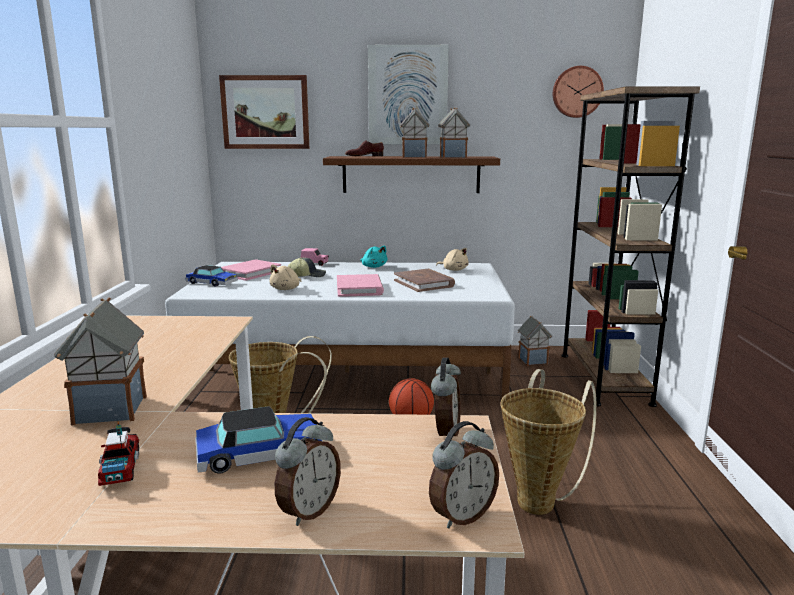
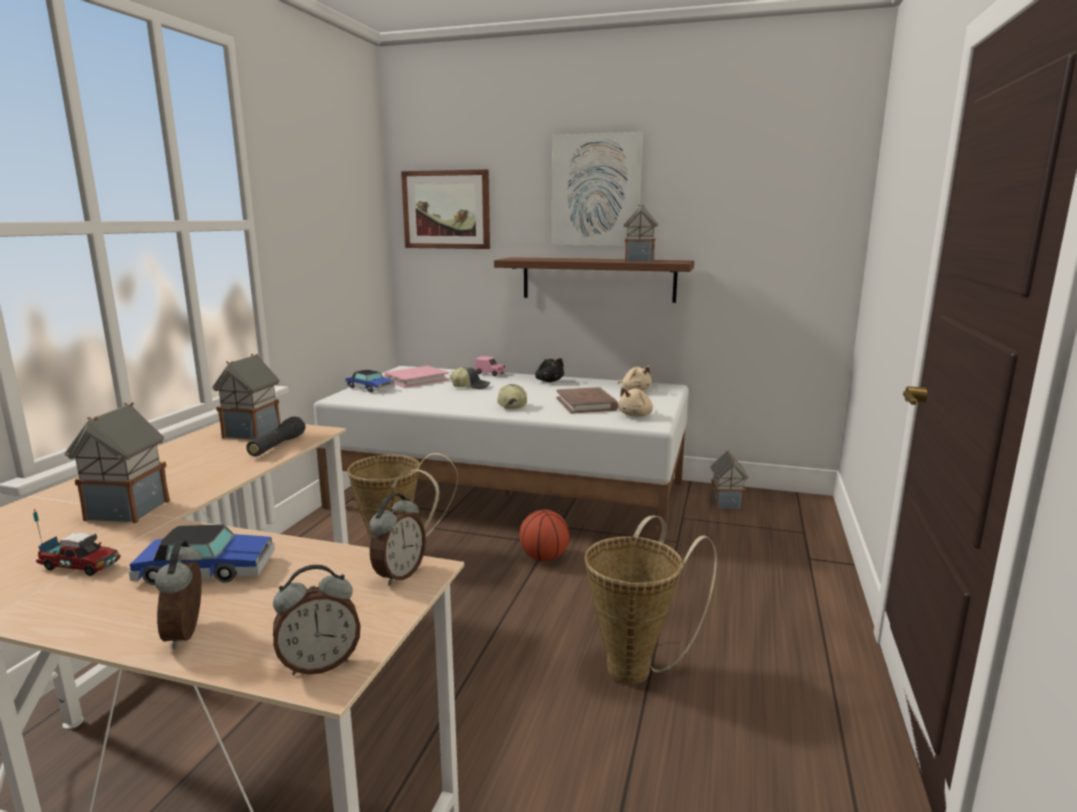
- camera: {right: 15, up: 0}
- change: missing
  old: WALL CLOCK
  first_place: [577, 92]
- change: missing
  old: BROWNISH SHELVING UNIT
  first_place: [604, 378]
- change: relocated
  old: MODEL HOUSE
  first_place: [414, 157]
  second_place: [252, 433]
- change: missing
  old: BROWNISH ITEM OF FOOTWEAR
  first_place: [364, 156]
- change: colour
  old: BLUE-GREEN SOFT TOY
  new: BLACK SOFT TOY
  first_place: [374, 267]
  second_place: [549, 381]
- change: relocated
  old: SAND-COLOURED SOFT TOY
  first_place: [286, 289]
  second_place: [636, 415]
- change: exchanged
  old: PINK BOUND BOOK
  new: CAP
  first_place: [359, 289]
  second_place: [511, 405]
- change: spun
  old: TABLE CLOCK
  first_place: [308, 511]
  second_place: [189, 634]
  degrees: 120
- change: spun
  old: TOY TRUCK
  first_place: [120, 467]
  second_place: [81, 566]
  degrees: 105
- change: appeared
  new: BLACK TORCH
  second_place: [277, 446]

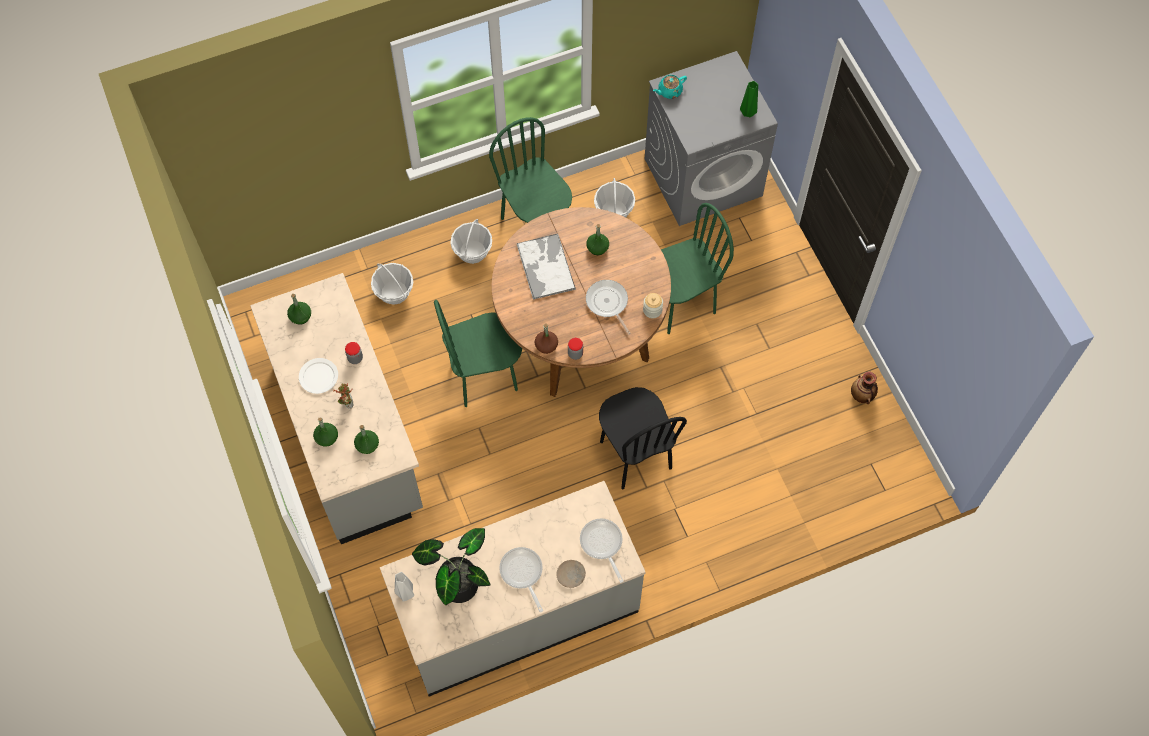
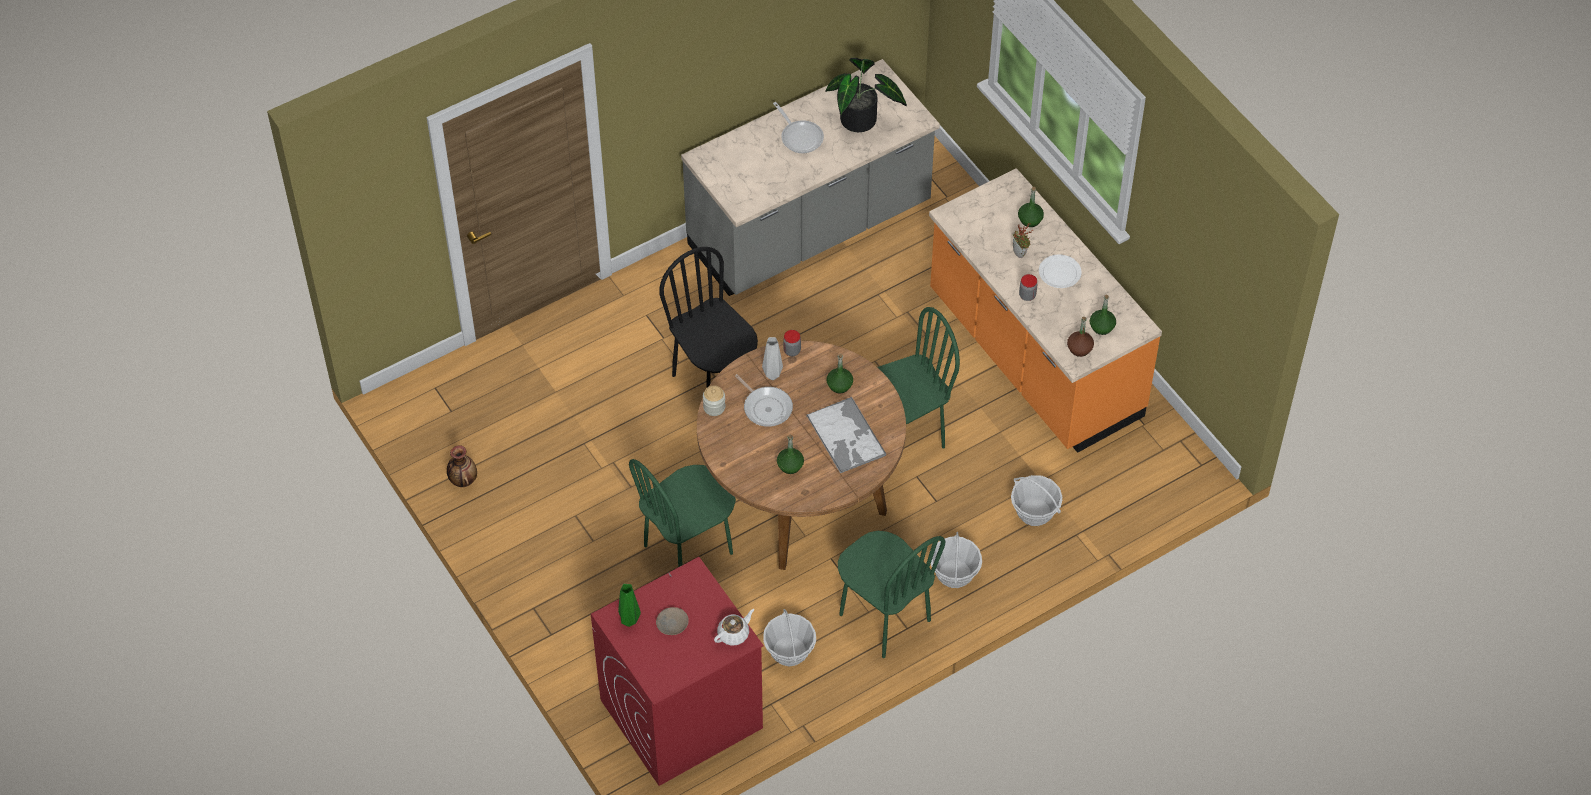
- camera: {right: 170, up: -10}
- change: colour
  old: GREYISH LAUNDRY MACHINE
  new: RED LAUNDRY MACHINE
  first_place: [703, 176]
  second_place: [680, 715]
- change: colour
  old: BLUE-GREEN POT FOR TEA
  new: WHITE-COLOURED POT FOR TEA
  first_place: [669, 91]
  second_place: [734, 634]
- change: colour
  old: GREYISH KITCHEN COUNTER
  new: ORANGEY KITCHEN COUNTER
  first_place: [350, 435]
  second_place: [1033, 356]
- change: relocated
  old: BROWNISH BEVERAGE BOTTLE
  first_place: [546, 346]
  second_place: [1079, 348]
- change: relocated
  old: GREEN BEVERAGE BOTTLE
  first_place: [367, 445]
  second_place: [839, 385]
- change: missing
  old: SKILLET
  first_place: [602, 544]
- change: relocated
  old: SAND-COLOURED PLATE
  first_place: [571, 575]
  second_place: [672, 624]
- change: relocated
  old: GREYISH FLOWER VASE
  first_place: [405, 595]
  second_place: [772, 374]

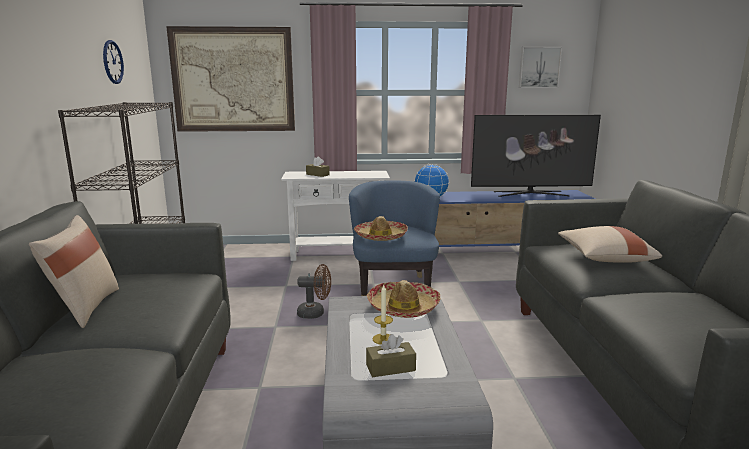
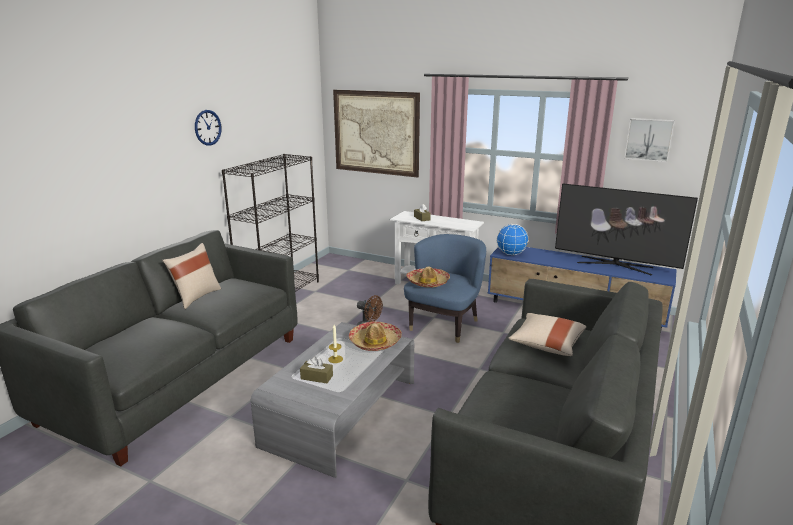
- camera: {right: 30, up: 5}
- change: relocated
  old: WALL CLOCK
  first_place: [112, 62]
  second_place: [207, 127]

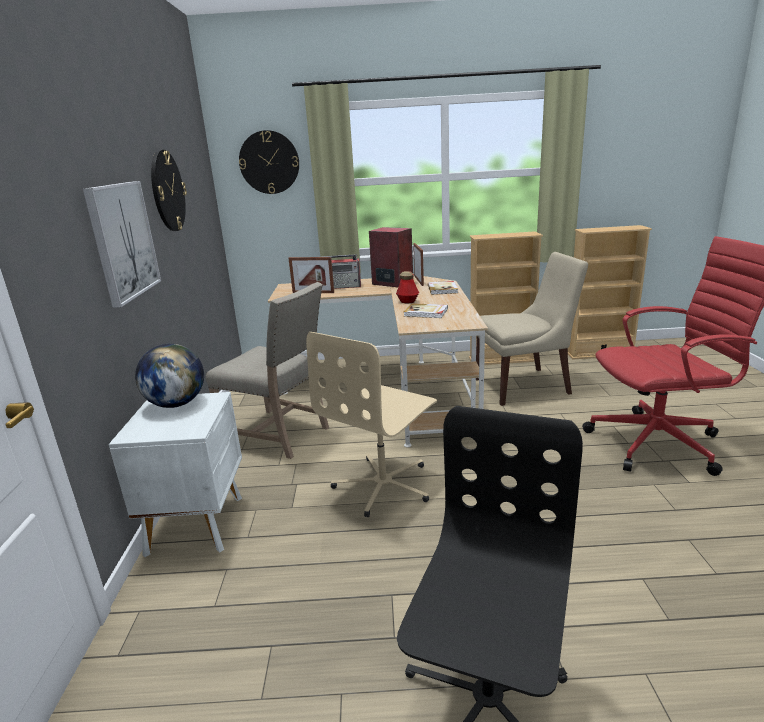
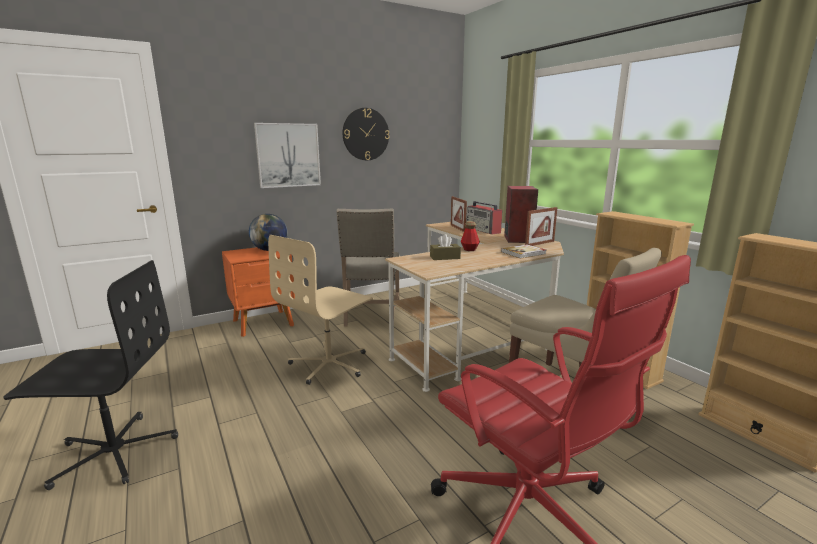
- camera: {right: 60, up: -5}
- change: missing
  old: WALL CLOCK
  first_place: [269, 162]
- change: exchanged
  old: BOUND BOOK
  new: BROWNISH TISSUE HOLDER
  first_place: [426, 312]
  second_place: [445, 257]
- change: spun
  old: SAND-COLOURED DESK CHAIR
  first_place: [384, 485]
  second_place: [330, 364]
  degrees: -60
- change: colour
  old: WHITE-COLOURED NIGHT TABLE
  new: ORANGEY NIGHT TABLE
  first_place: [198, 524]
  second_place: [264, 323]

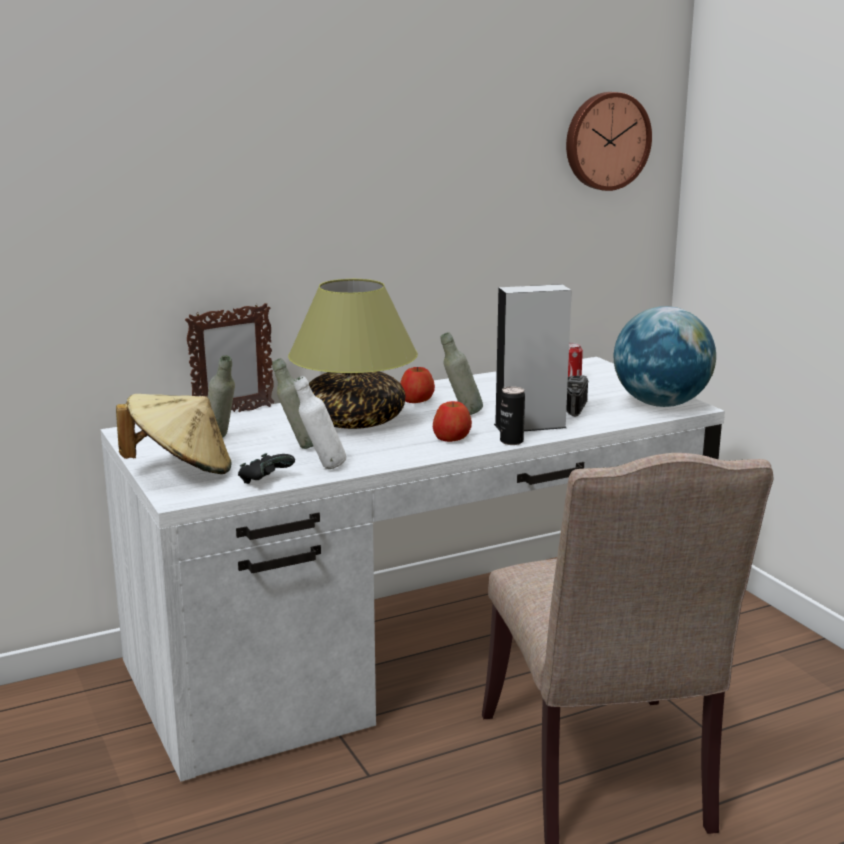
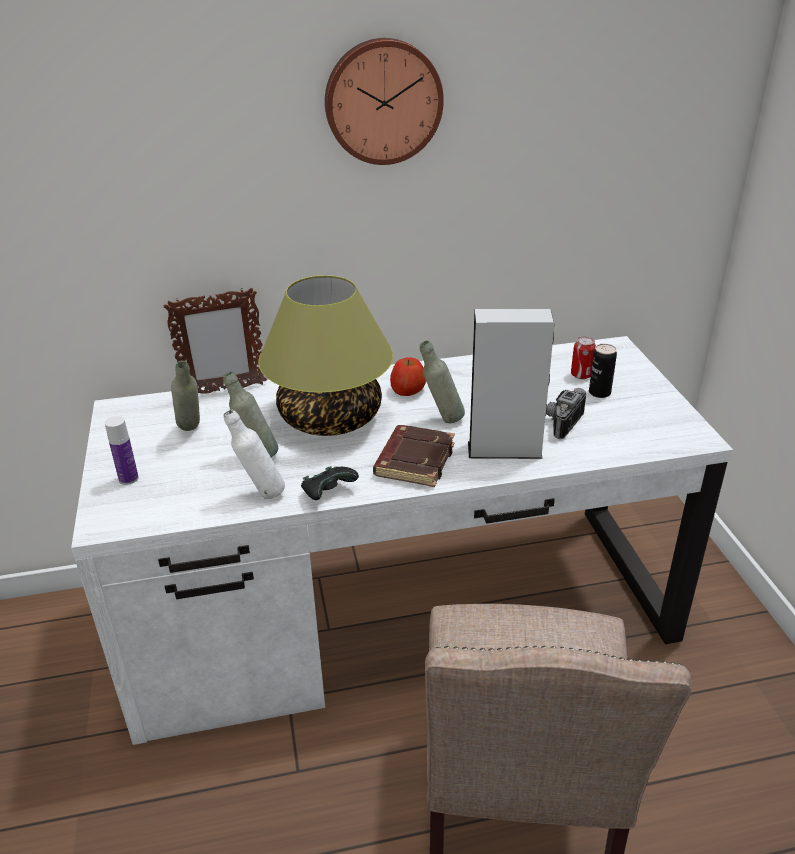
- camera: {right: 15, up: 15}
- change: relocated
  old: WALL CLOCK
  first_place: [606, 141]
  second_place: [383, 101]
- change: missing
  old: DESK GLOBE
  first_place: [661, 404]
- change: relocated
  old: CAN
  first_place: [511, 441]
  second_place: [599, 393]
- change: exchanged
  old: SAND-COLOURED CLOTHING HAT
  new: BEVERAGE BOTTLE
  first_place: [181, 470]
  second_place: [128, 478]
- change: exchanged
  old: APPLE
  new: BROWNISH BOUND BOOK
  first_place: [452, 438]
  second_place: [414, 460]
- change: relocated
  old: BLACK JOYPAD
  first_place: [265, 481]
  second_place: [328, 493]

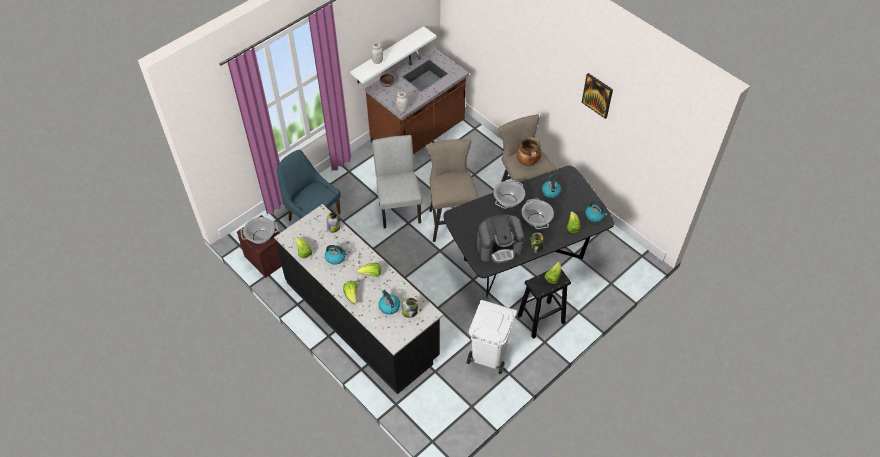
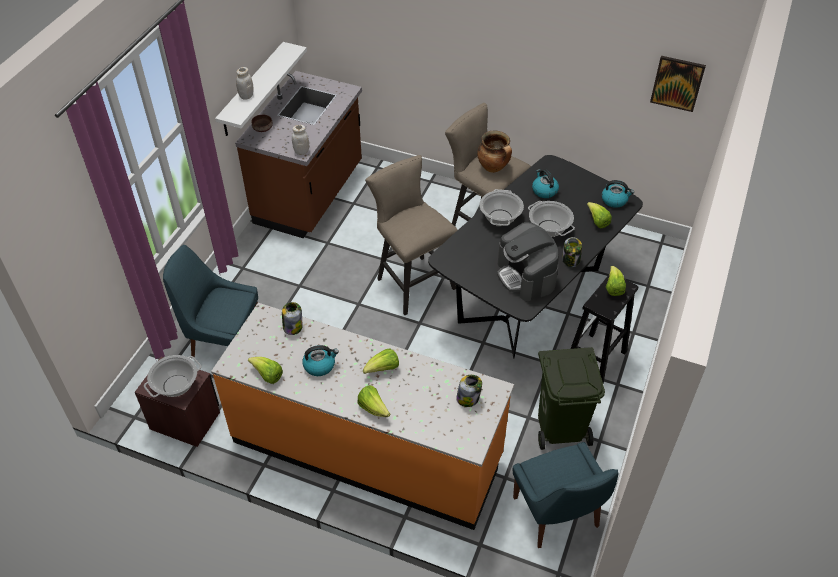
- camera: {right: -25, up: -5}
- change: relocated
  old: WALL PICTURE
  first_place: [597, 95]
  second_place: [677, 83]
- change: missing
  old: GREYISH CHAIR
  first_place: [398, 205]
- change: colour
  old: BLACK KITCHEN COUNTER
  new: ORANGEY KITCHEN COUNTER
  first_place: [362, 319]
  second_place: [367, 449]
- change: spun
  old: COFFEE MAKER
  first_place: [499, 247]
  second_place: [526, 276]
  degrees: 105
- change: missing
  old: TEA KETTLE
  first_place: [389, 306]
- change: colour
  old: WHITE-COLOURED WASTE BIN
  new: GREEN WASTE BIN
  first_place: [490, 354]
  second_place: [561, 427]
- change: appeared
  new: BLUE CHAIR
  second_place: [557, 515]

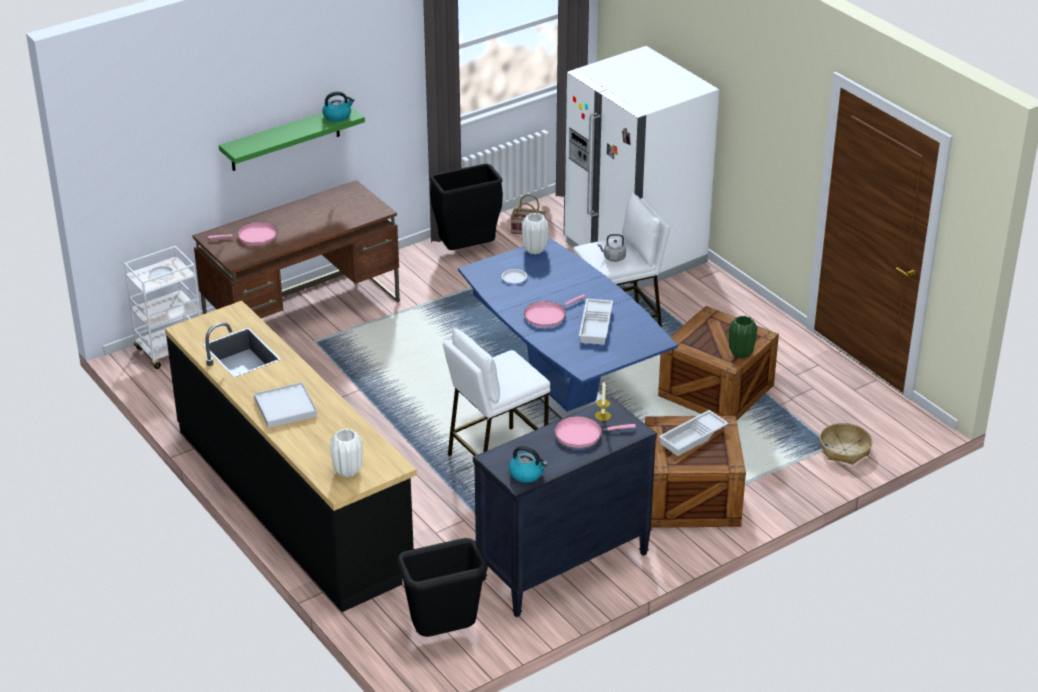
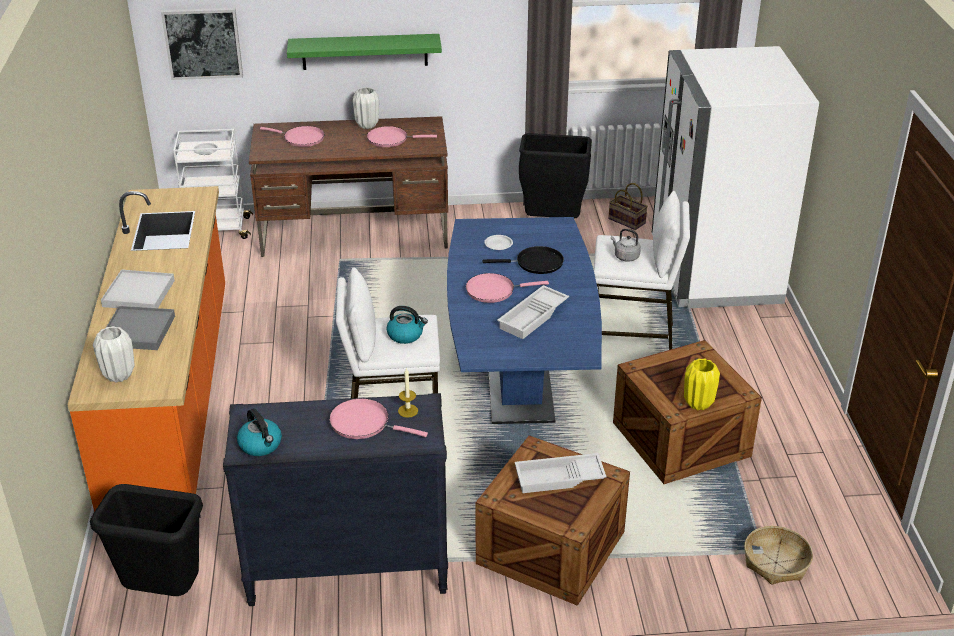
- camera: {right: 30, up: 0}
- change: relocated
  old: TEA KETTLE
  first_place: [337, 116]
  second_place: [406, 335]
- change: relocated
  old: WHITE-COLOURED FLOWER VASE
  first_place: [534, 250]
  second_place: [367, 125]
- change: colour
  old: BLACK KITCHEN COUNTER
  new: ORANGEY KITCHEN COUNTER
  first_place: [293, 501]
  second_place: [173, 398]
- change: colour
  old: GREEN FLOWER VASE
  new: YELLOWISH FLOWER VASE
  first_place: [741, 353]
  second_place: [699, 403]
- change: appeared
  new: WALL PICTURE
  second_place: [203, 43]
- change: appeared
  new: PINK SKILLET
  second_place: [390, 139]
- change: appeared
  new: BLACK SKILLET
  second_place: [536, 263]
- change: appeared
  new: GREYISH CARRYING TRAY
  second_place: [138, 331]

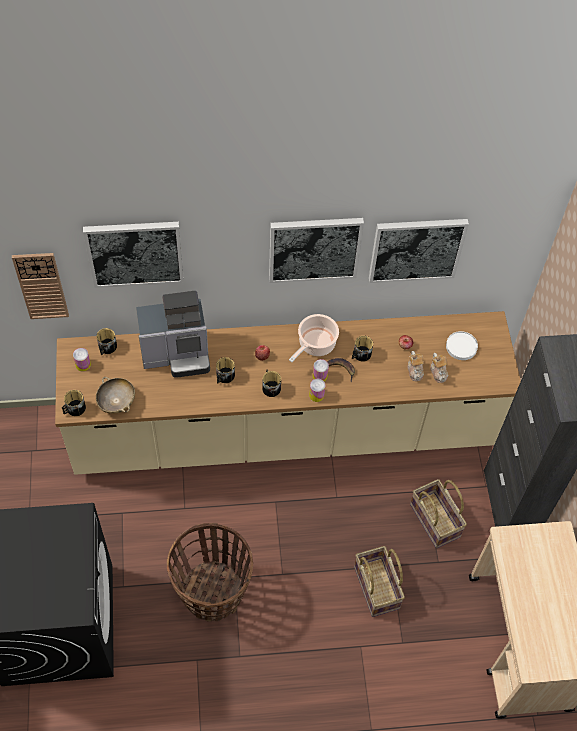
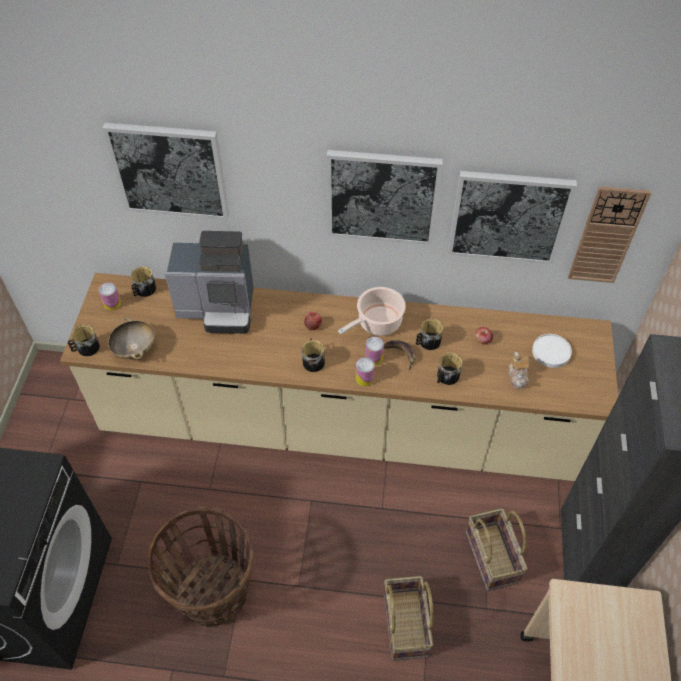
- camera: {right: 15, up: -5}
- change: relocated
  old: WALL CLOCK
  first_place: [41, 286]
  second_place: [606, 236]
- change: missing
  old: POT FOR TEA
  first_place: [415, 371]
- change: relocated
  old: TEA MUG
  first_place: [224, 377]
  second_place: [446, 377]

